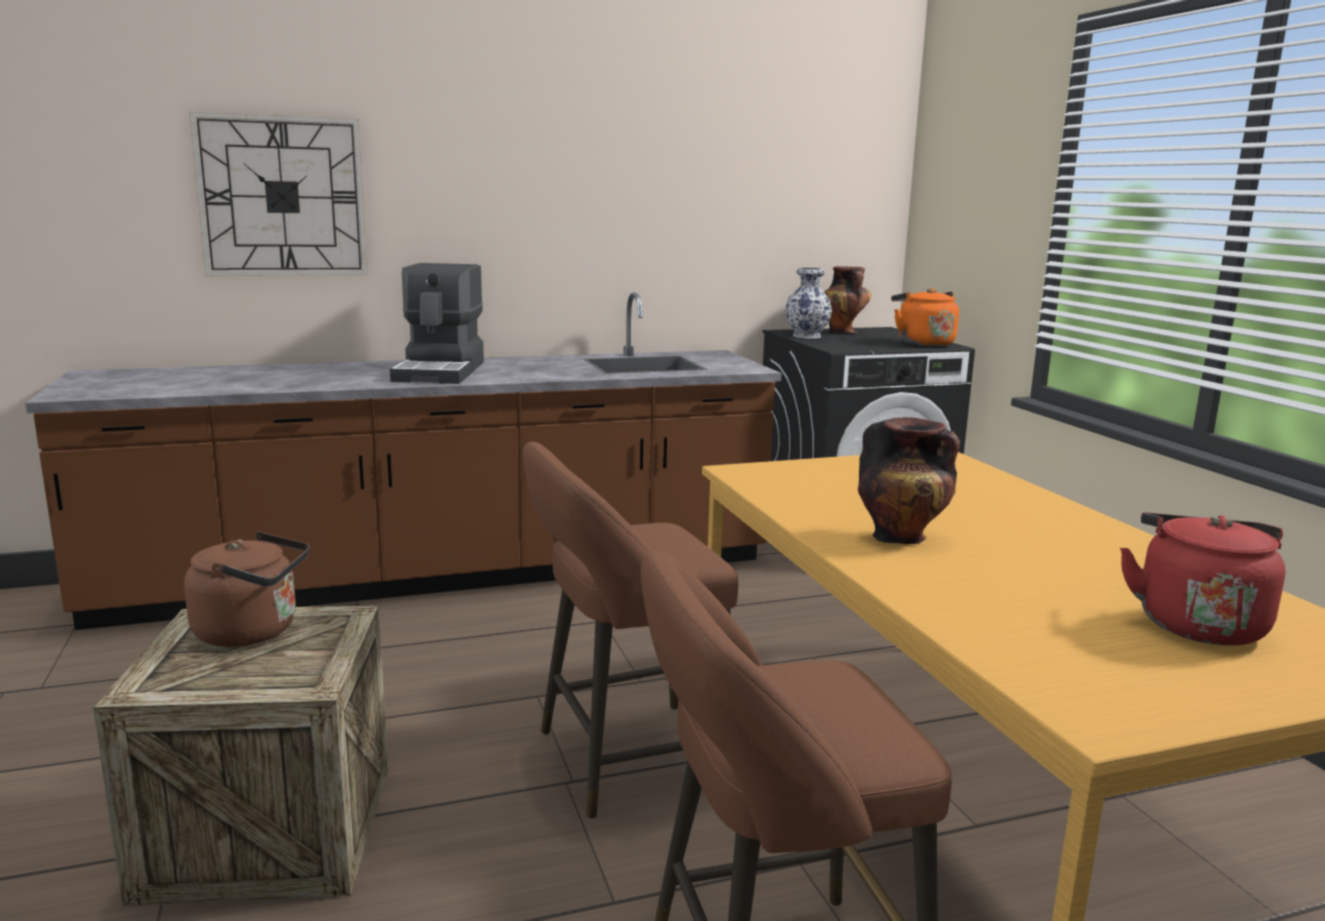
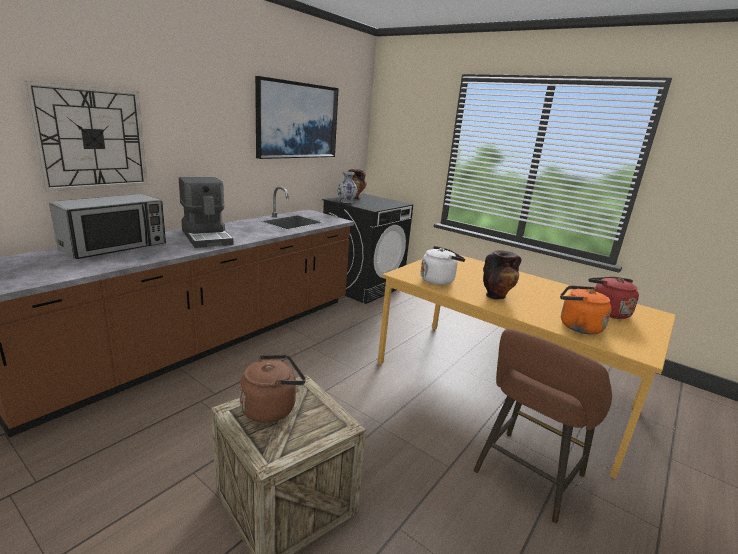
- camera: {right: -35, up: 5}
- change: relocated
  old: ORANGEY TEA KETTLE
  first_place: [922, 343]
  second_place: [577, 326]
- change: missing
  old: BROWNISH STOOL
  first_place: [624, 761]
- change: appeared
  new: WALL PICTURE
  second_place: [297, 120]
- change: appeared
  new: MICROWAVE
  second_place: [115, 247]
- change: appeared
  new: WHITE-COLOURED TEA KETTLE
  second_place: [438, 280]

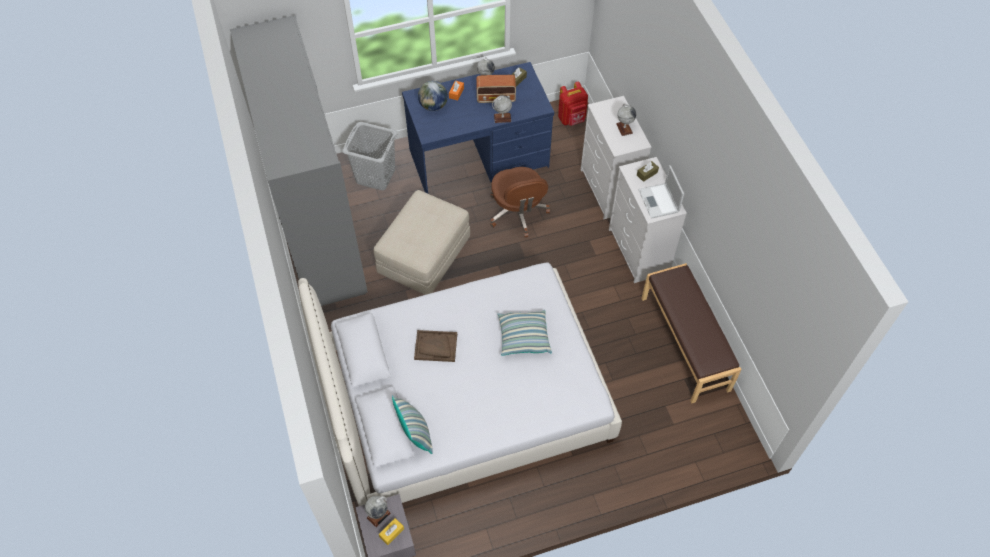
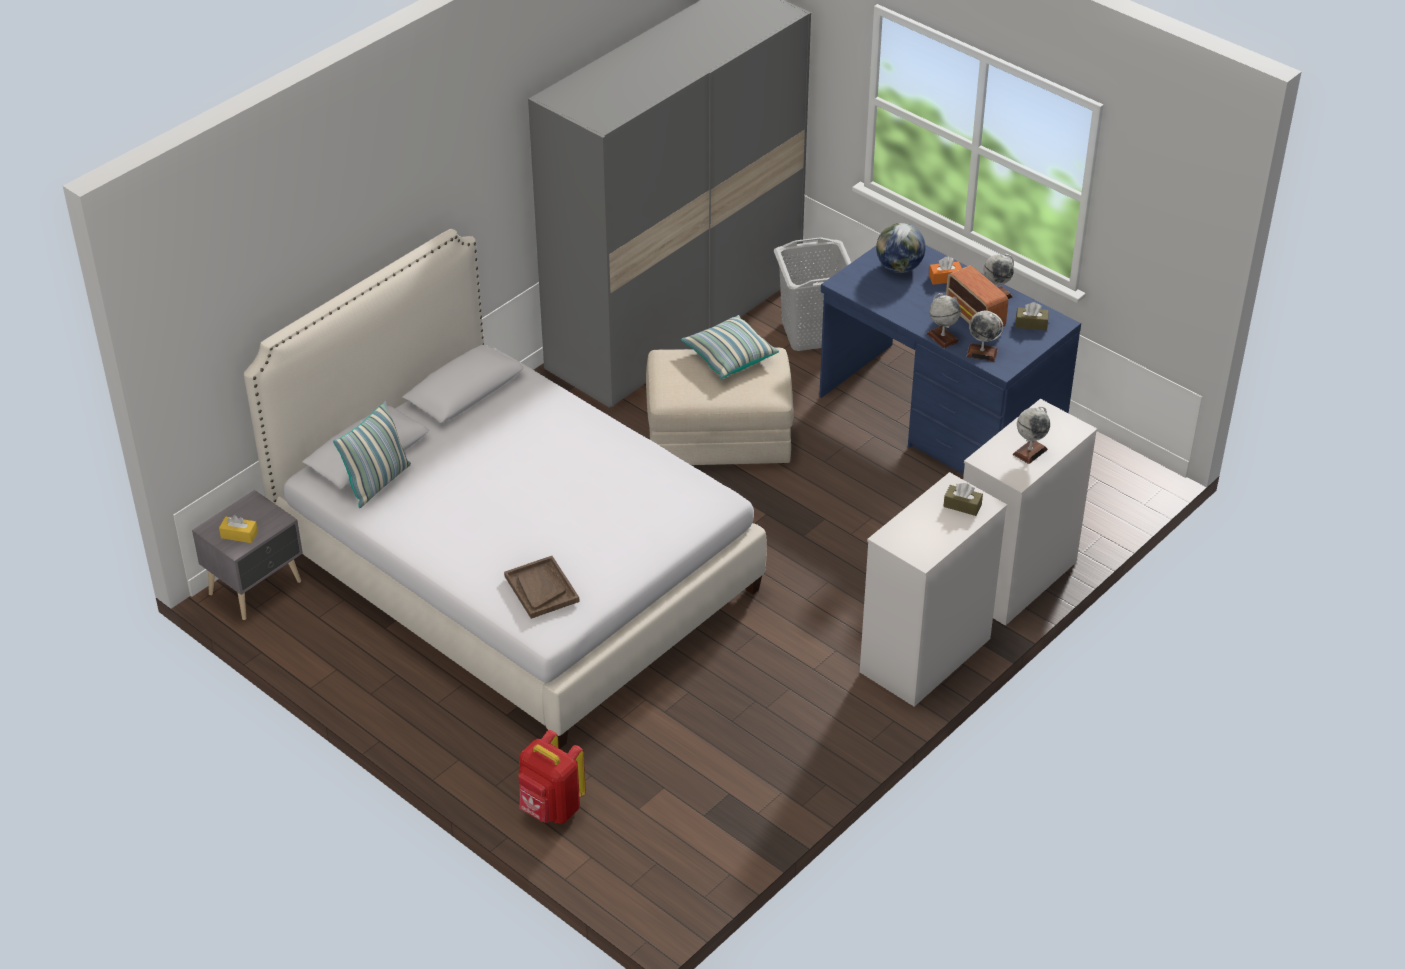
- camera: {right: 60, up: -15}
- change: relocated
  old: RED RUCKSACK
  first_place: [572, 119]
  second_place: [551, 808]
- change: missing
  old: PORTABLE COMPUTER
  first_place: [659, 201]
- change: missing
  old: BROWNISH DESK CHAIR
  first_place: [518, 213]
- change: missing
  old: BROWNISH LONG SEAT
  first_place: [685, 343]
- change: relocated
  old: CUSHION
  first_place: [523, 337]
  second_place: [729, 357]
- change: relocated
  old: BROWNISH CARRYING TRAY
  first_place: [435, 346]
  second_place: [541, 589]
- change: relocated
  old: DESK GLOBE
  first_place: [378, 515]
  second_place: [982, 353]

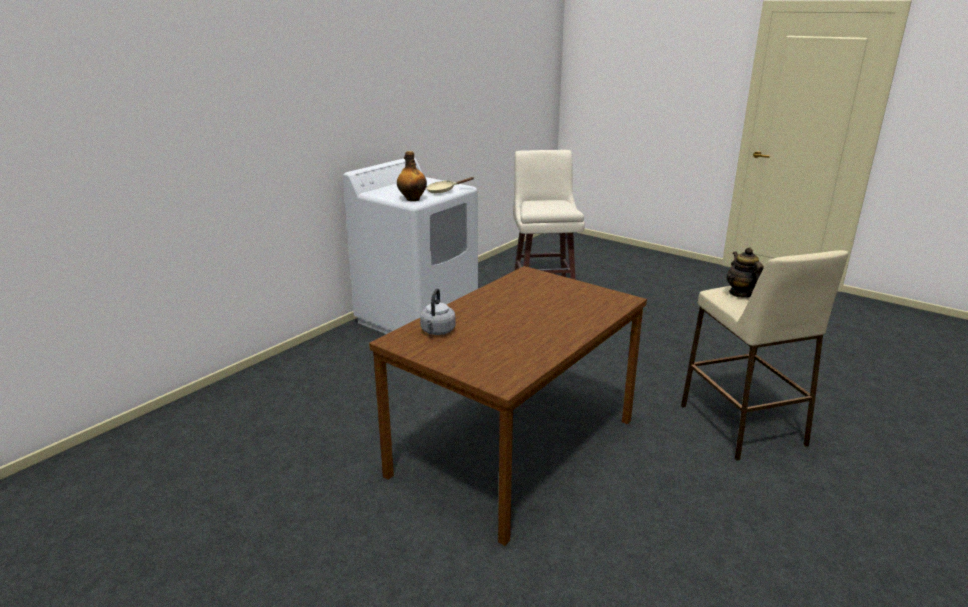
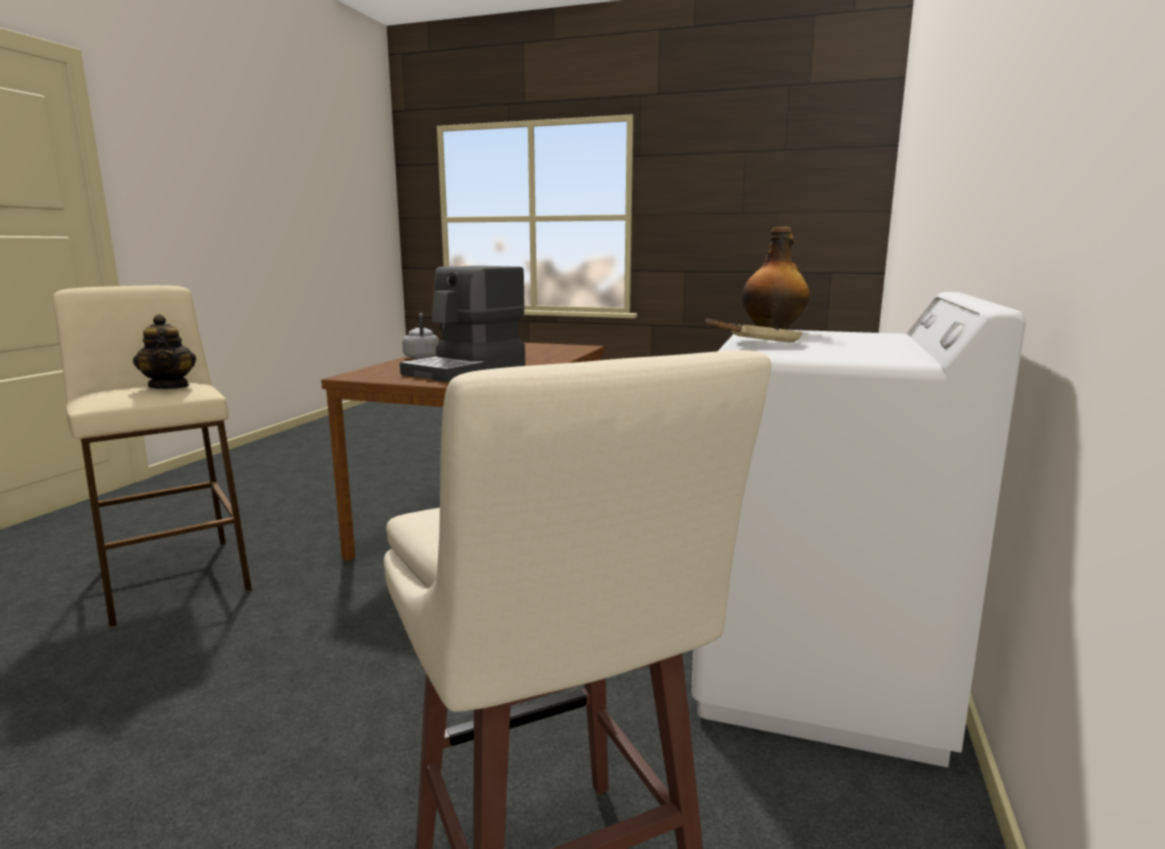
- camera: {right: 160, up: -10}
- change: relocated
  old: GREYISH TEA KETTLE
  first_place: [437, 331]
  second_place: [421, 357]
- change: appeared
  new: COFFEE MAKER
  second_place: [467, 370]

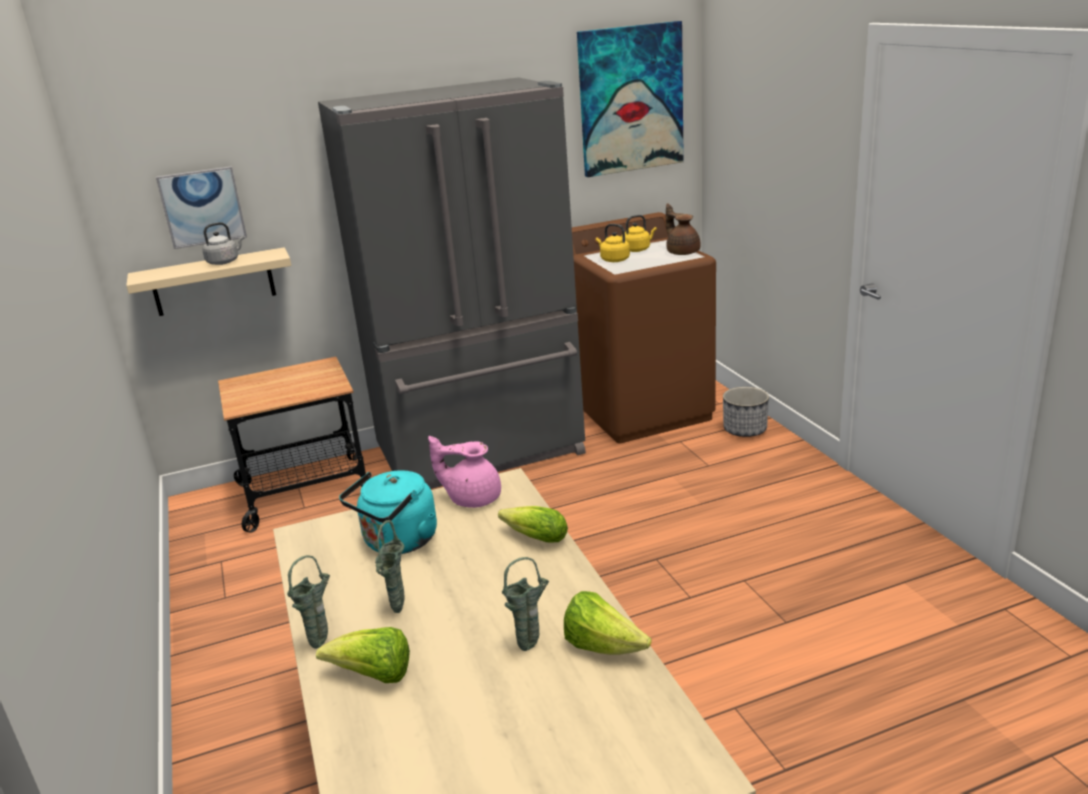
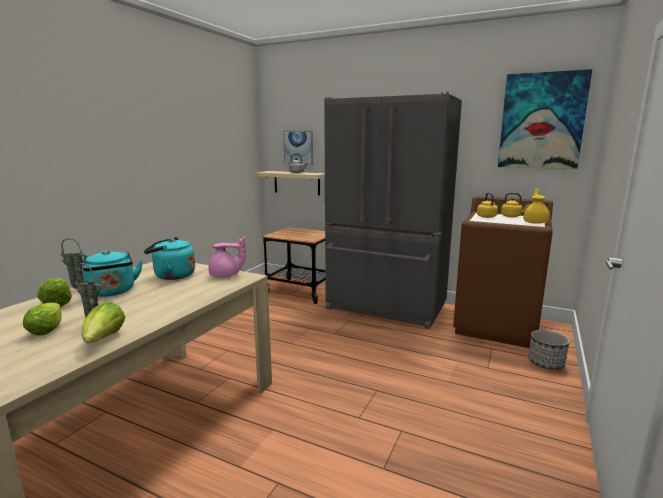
- camera: {right: 45, up: -10}
- change: colour
  old: BROWNISH POT FOR TEA
  new: YELLOWISH POT FOR TEA
  first_place: [682, 252]
  second_place: [535, 222]
- change: spun
  old: PINK POT FOR TEA
  first_place: [472, 498]
  second_place: [226, 275]
  degrees: 120
- change: relocated
  old: LETTUCE
  first_place: [532, 537]
  second_place: [48, 328]
- change: exchanged
  old: GREEN FLOWER VASE
  new: BLUE-GREEN TEA KETTLE
  first_place: [398, 612]
  second_place: [112, 292]

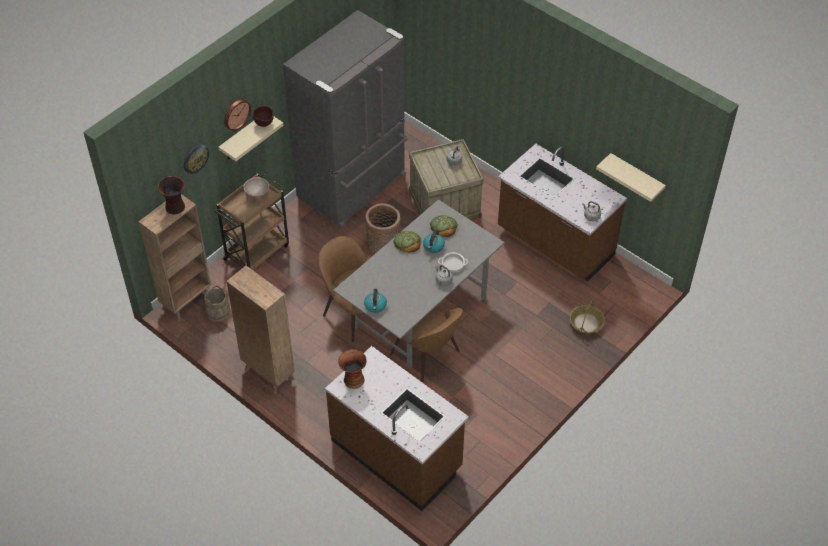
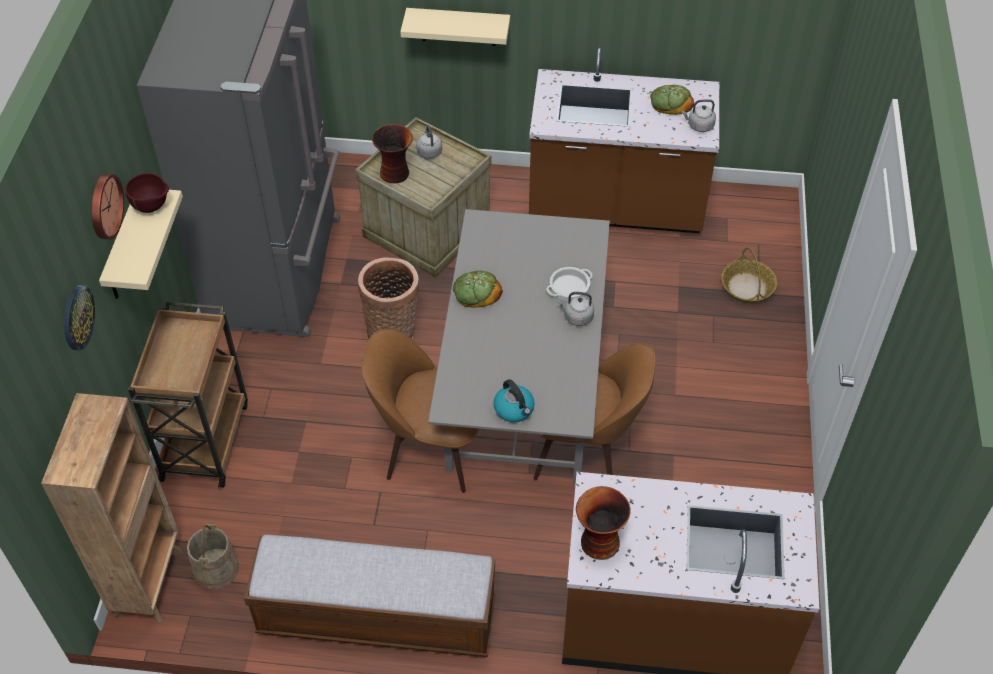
- camera: {right: -35, up: 0}
- change: relocated
  old: SAND-COLOURED WALL SHELF
  first_place: [636, 177]
  second_place: [458, 27]
- change: relocated
  old: FLOWER VASE
  first_place: [176, 207]
  second_place: [395, 173]
- change: missing
  old: SAND-COLOURED BOWL
  first_place: [257, 196]
- change: relocated
  old: BAKED BREAD
  first_place: [443, 227]
  second_place: [671, 102]
- change: missing
  old: TEA KETTLE
  first_place: [433, 246]
- change: exchanged
  old: BROWNISH SHELVING UNIT
  new: LONG SEAT
  first_place: [268, 373]
  second_place: [376, 617]

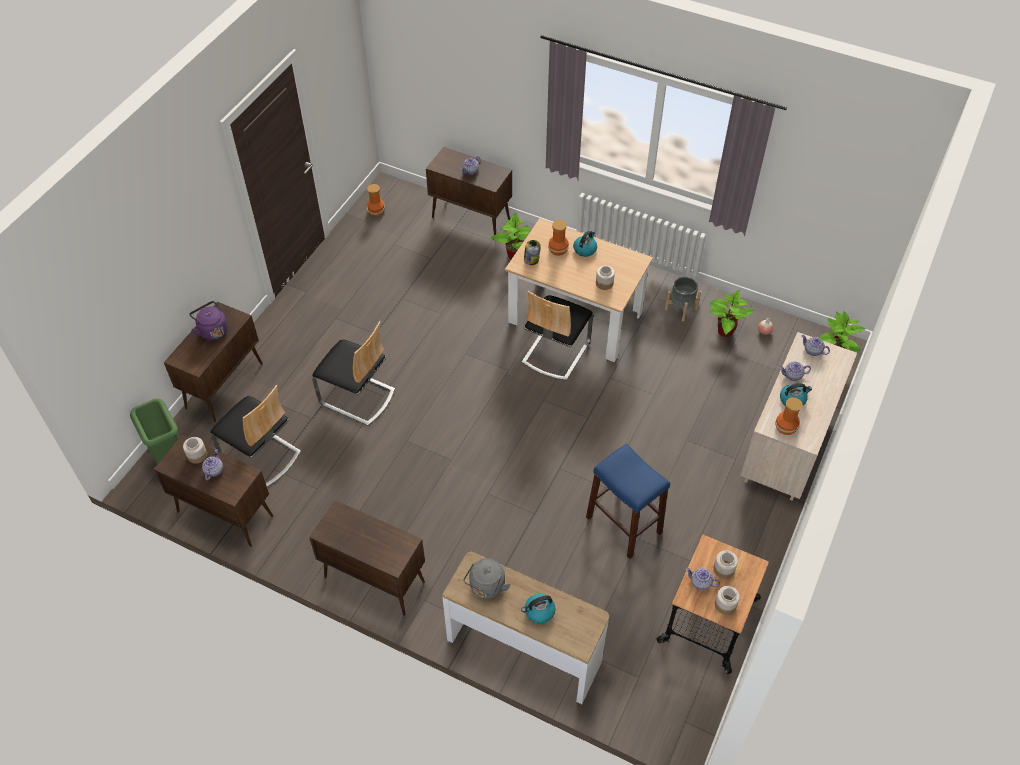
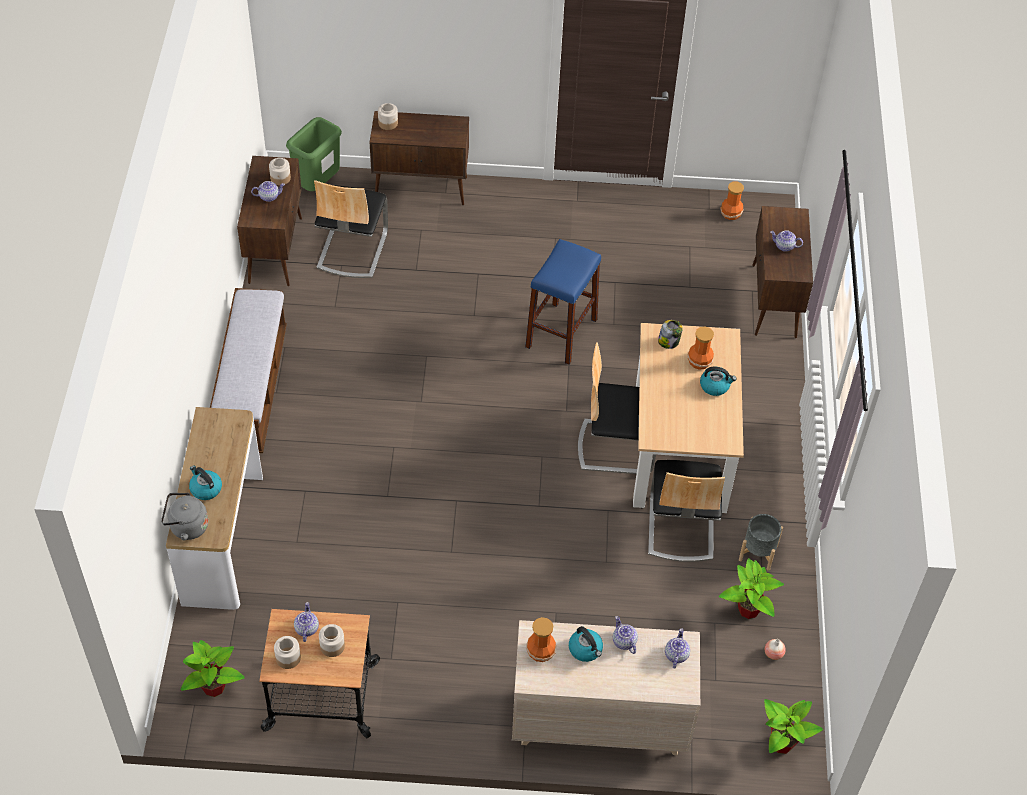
- camera: {right: 65, up: 0}
- change: relocated
  old: PLANT IN A POT
  first_place: [514, 254]
  second_place: [214, 686]
- change: relocated
  old: PRESERVE JAR
  first_place: [604, 283]
  second_place: [388, 123]
- change: missing
  old: PURPLISH TEA KETTLE
  first_place: [212, 330]
- change: relocated
  old: CHAIR
  first_place: [357, 397]
  second_place: [680, 527]
- change: relocated
  old: BLUE STOOL
  first_place: [623, 524]
  second_place: [561, 333]
- change: exchanged
  old: BROWNISH CABINET
  new: LONG SEAT
  first_place: [373, 579]
  second_place: [252, 389]
- change: relocated
  old: GREYISH TEA KETTLE
  first_place: [486, 587]
  second_place: [186, 527]

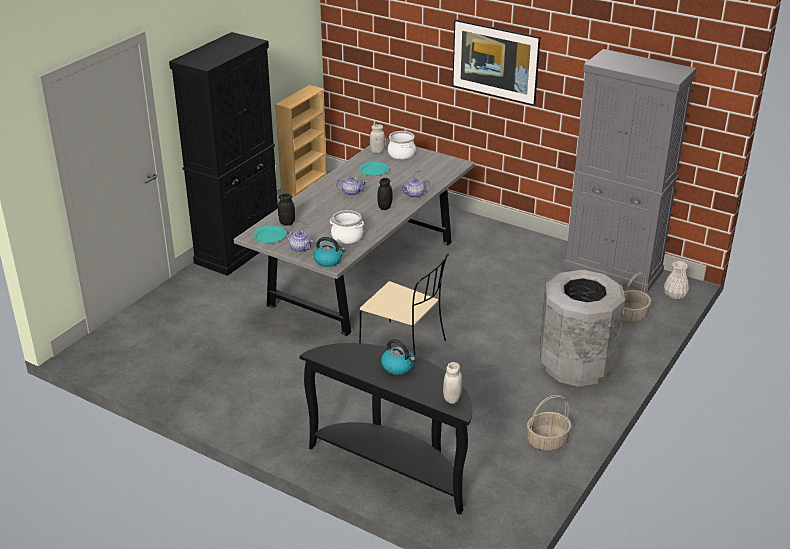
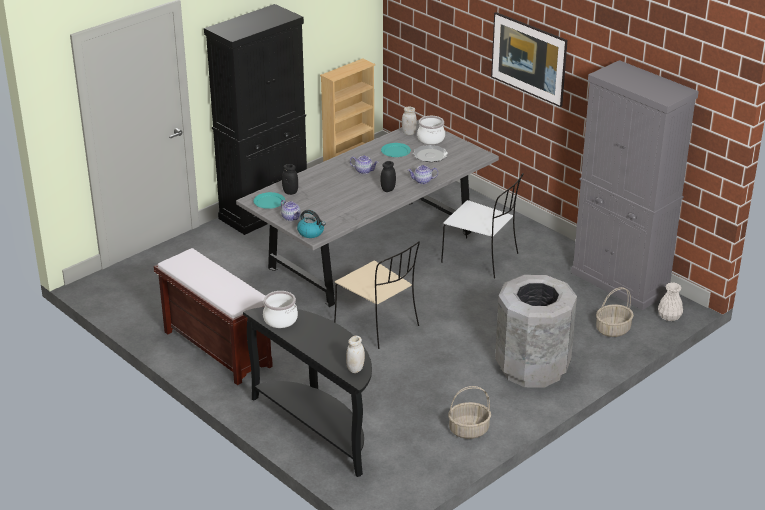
- camera: {right: 15, up: 0}
- change: relocated
  old: SAUCEPOT
  first_place: [347, 237]
  second_place: [280, 319]
- change: missing
  old: TEA KETTLE
  first_place: [398, 367]
- change: appeared
  new: PLATE
  second_place: [430, 155]
- change: appeared
  new: WHITE-COLOURED CHAIR
  second_place: [482, 258]
- change: appeared
  new: BROWNISH LONG SEAT
  second_place: [216, 349]

